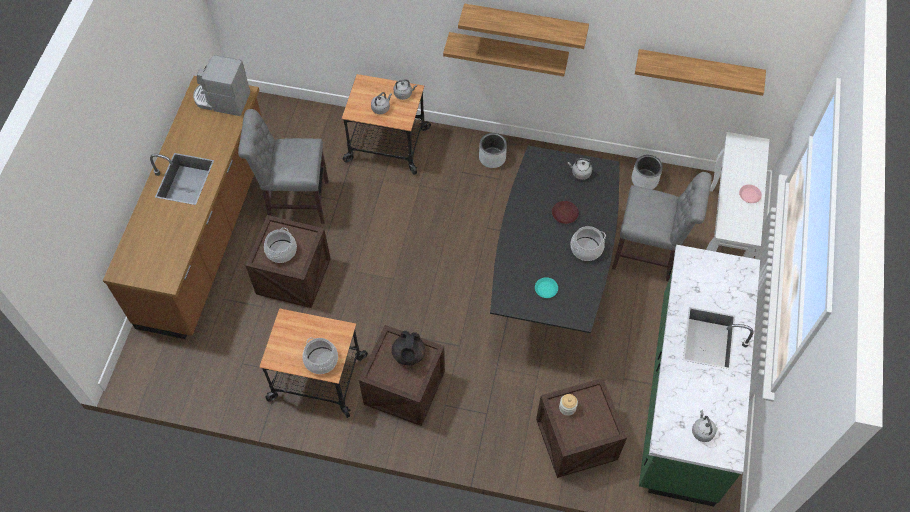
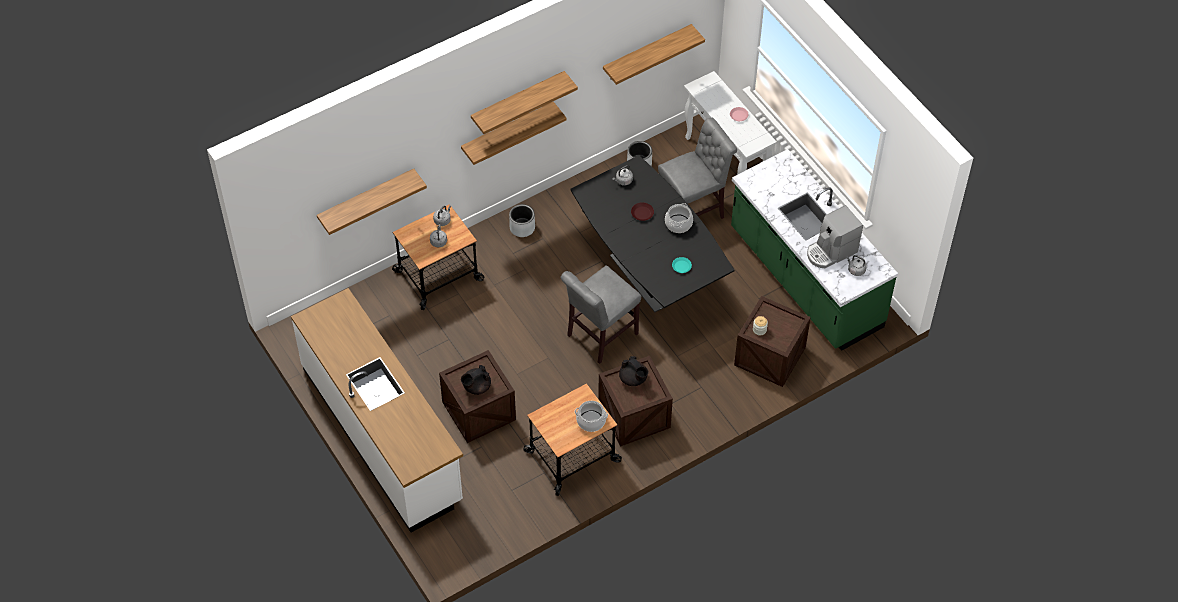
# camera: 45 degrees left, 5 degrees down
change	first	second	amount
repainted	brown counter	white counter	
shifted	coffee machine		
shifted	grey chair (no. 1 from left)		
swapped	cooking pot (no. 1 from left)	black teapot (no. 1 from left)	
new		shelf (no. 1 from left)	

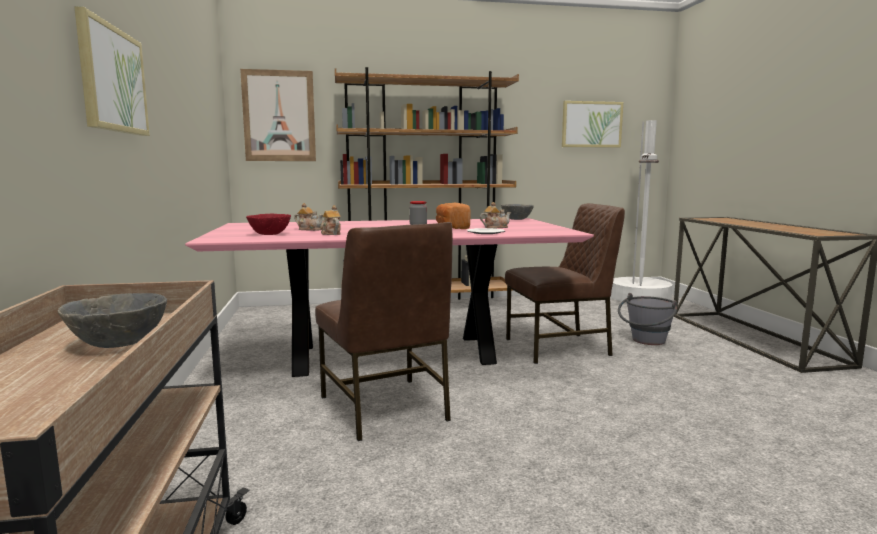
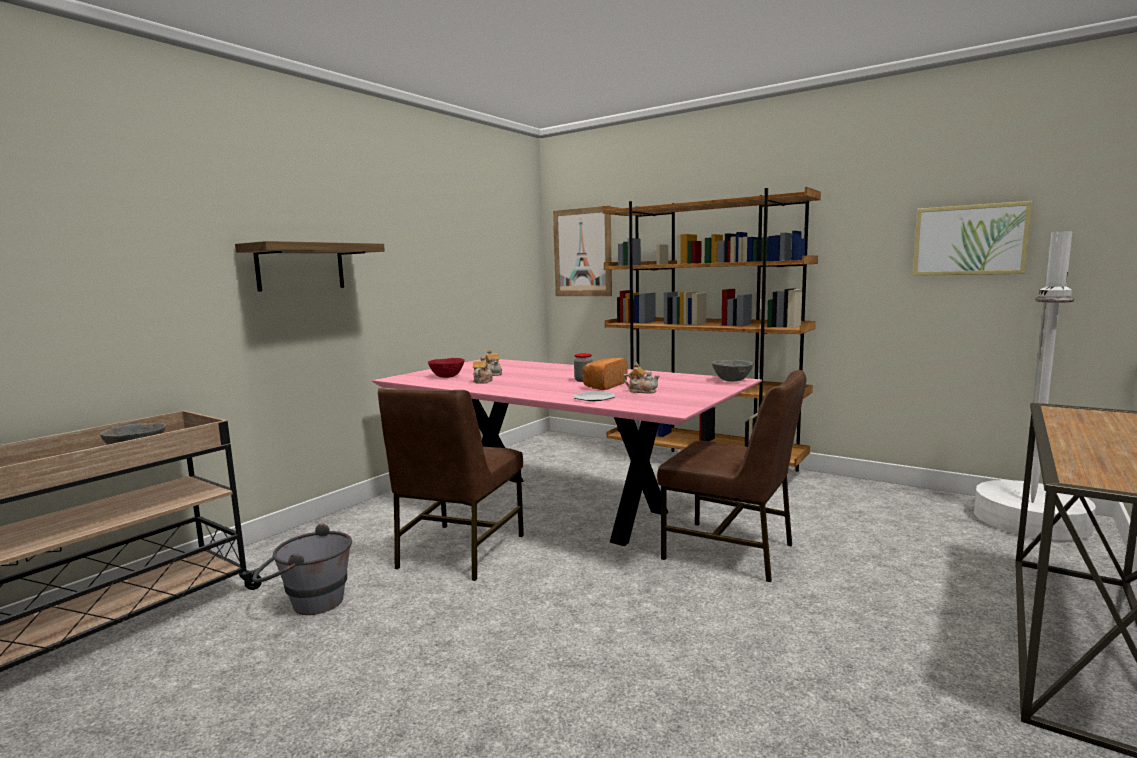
# camera: 45 degrees right, 0 degrees up
change	first	second	amount
swapped	picture (no. 1 from left)	shelf	
shifted	grey bucket		

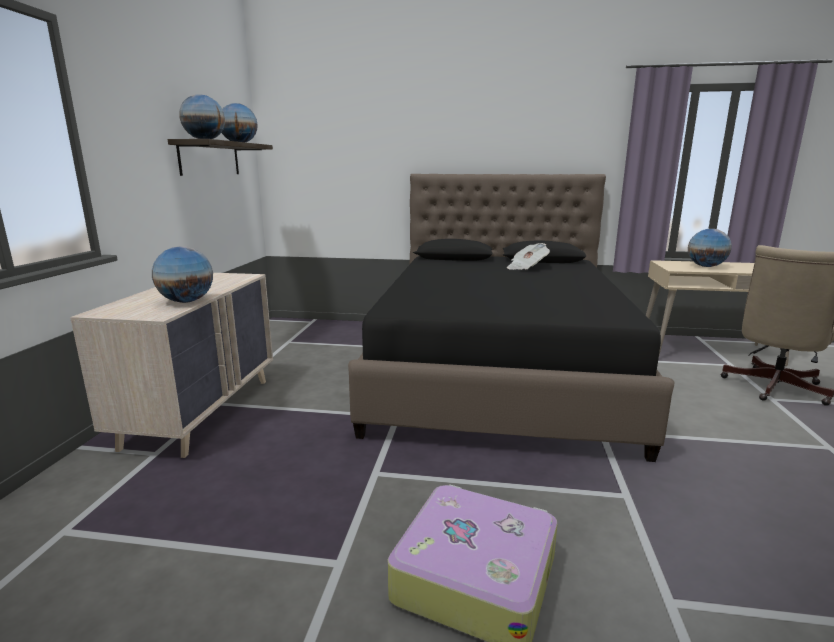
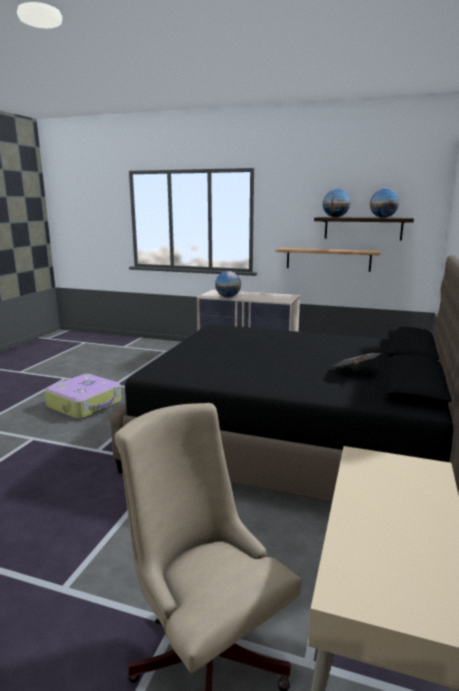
# camera: 100 degrees right, 0 degrees up
change	first	second	amount
gone	globe (no. 4 from left)		
new		shelf (no. 1 from left)	

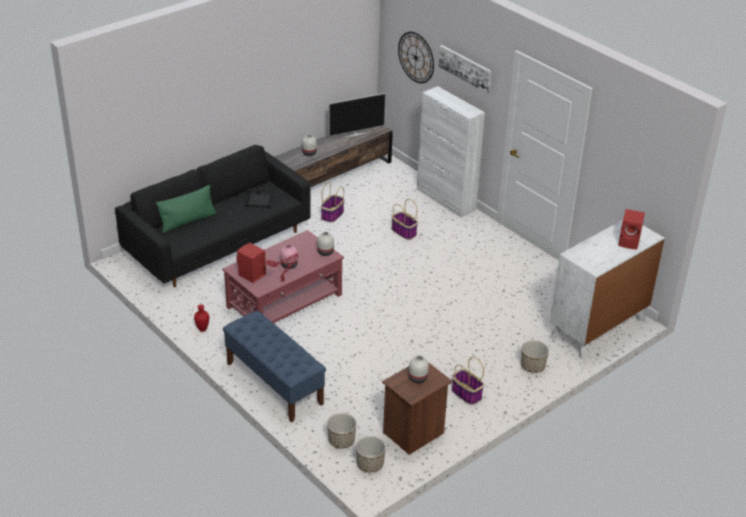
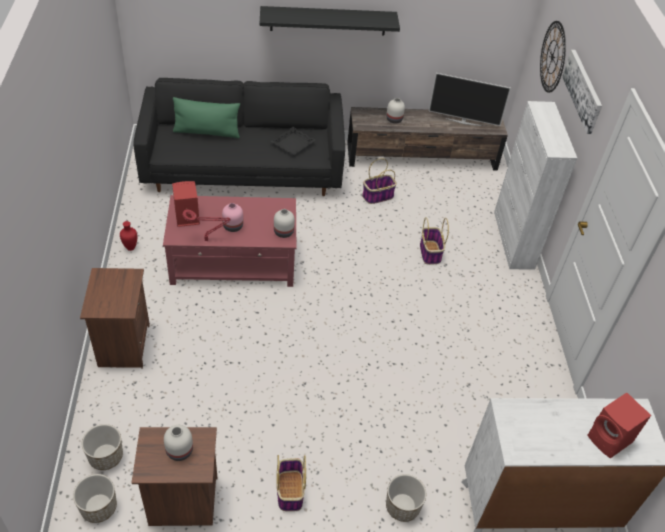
# camera: 35 degrees right, 10 degrees up
change	first	second	amount
swapped	blue bench	brown nightstand (no. 1 from left)	
new		black shelf	

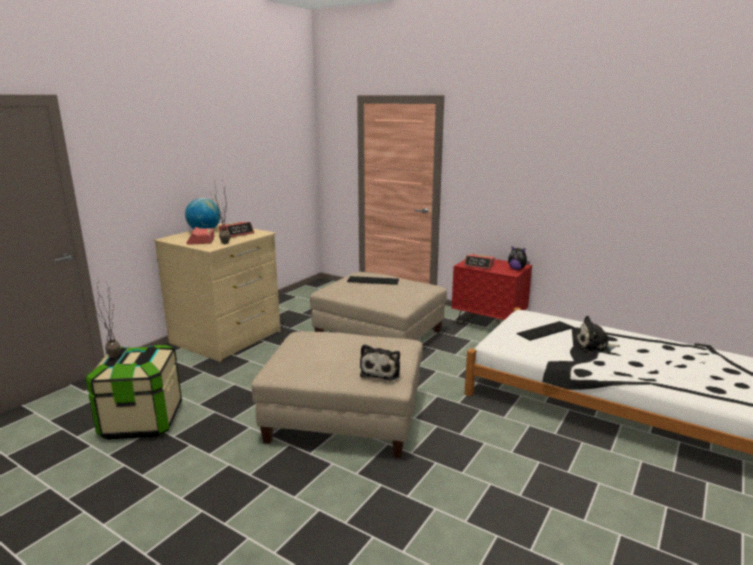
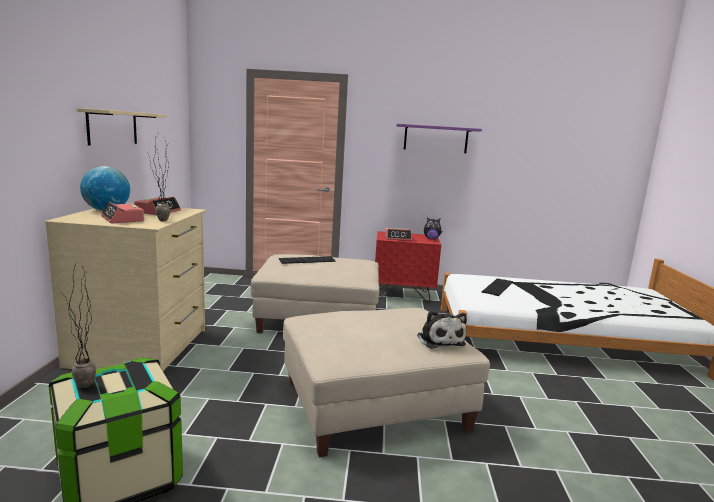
# camera: 30 degrees left, 5 degrees down
change	first	second	amount
gone	plush toy (no. 3 from left)		
new		beige shelf	
new		purple shelf	

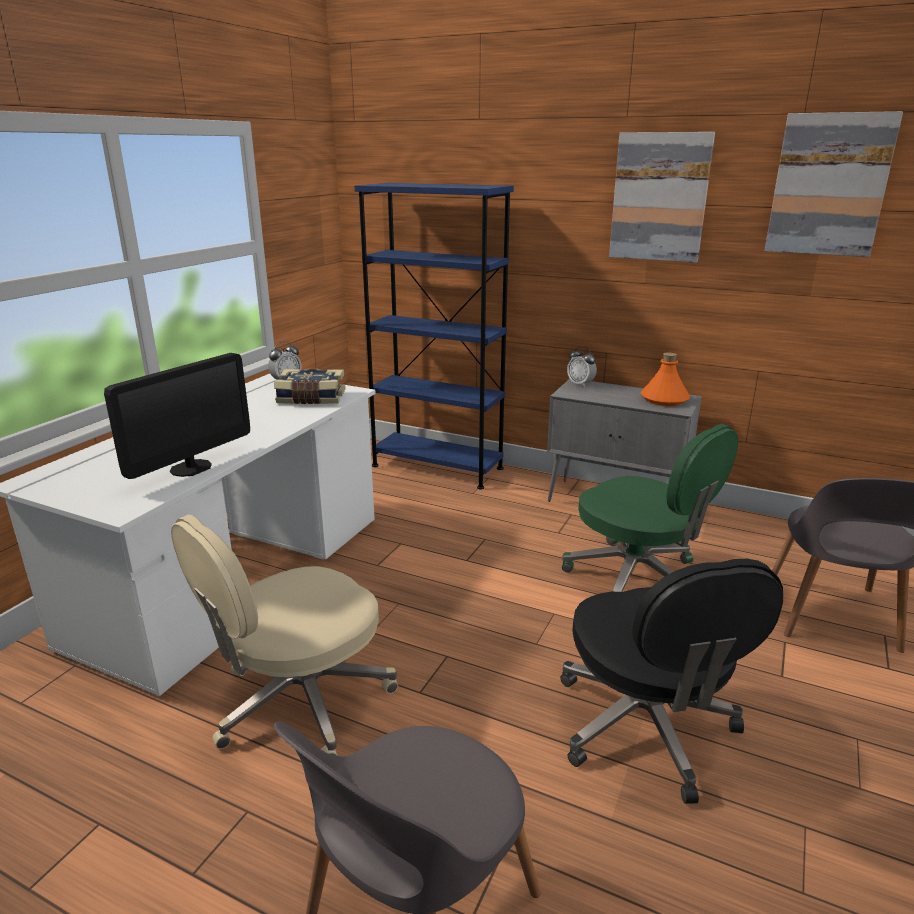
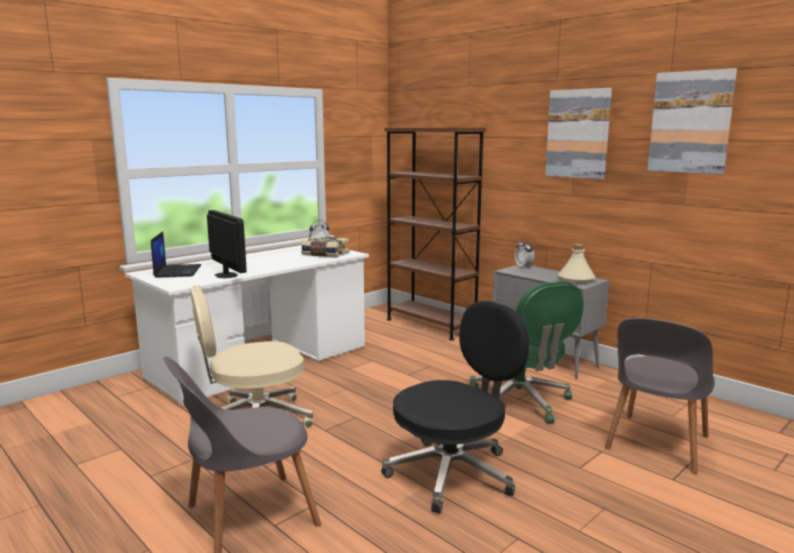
# camera: 20 degrees right, 10 degrees down
change	first	second	amount
rotated	monitor		90 degrees counterclockwise
repainted	blue bookcase	brown bookcase	
rotated	black office chair		135 degrees counterclockwise
repainted	orange bottle	beige bottle	
new		laptop	

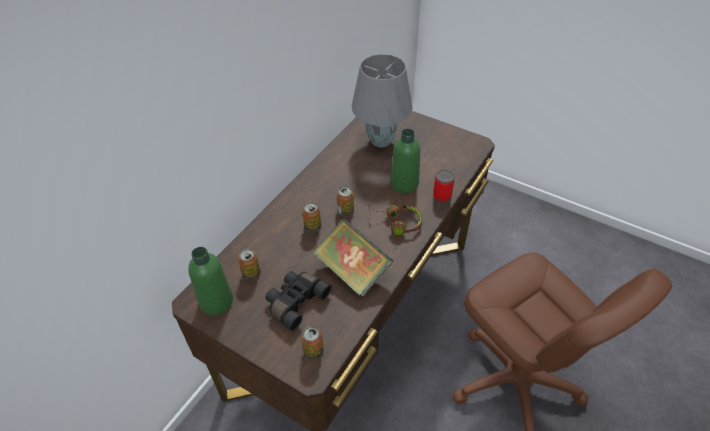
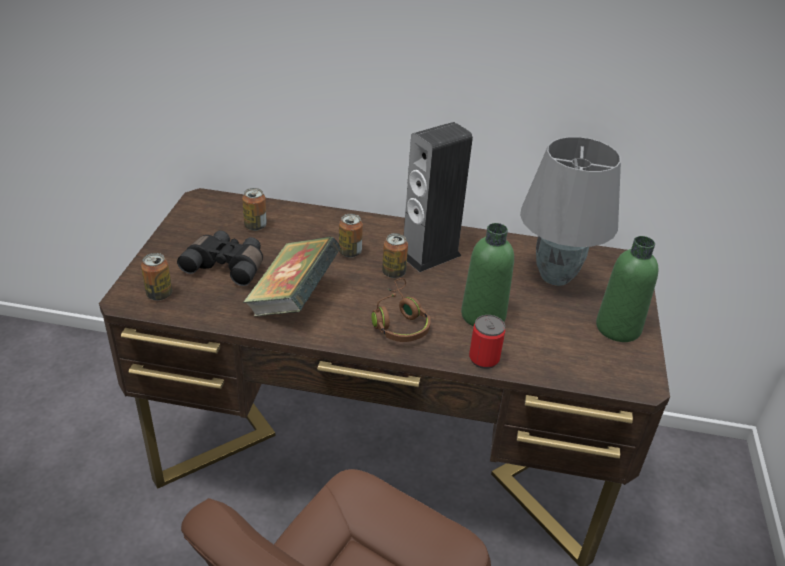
# camera: 65 degrees right, 10 degrees down
change	first	second	amount
shifted	green bottle (no. 1 from left in the first image)	green bottle (no. 2 from left)	
new		speaker	

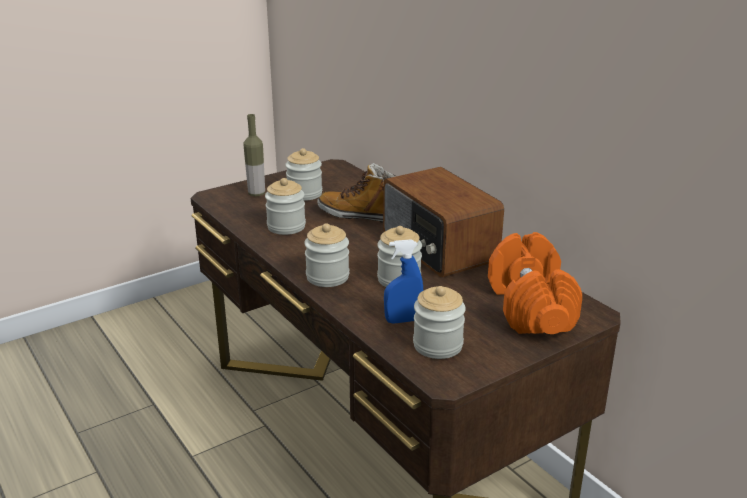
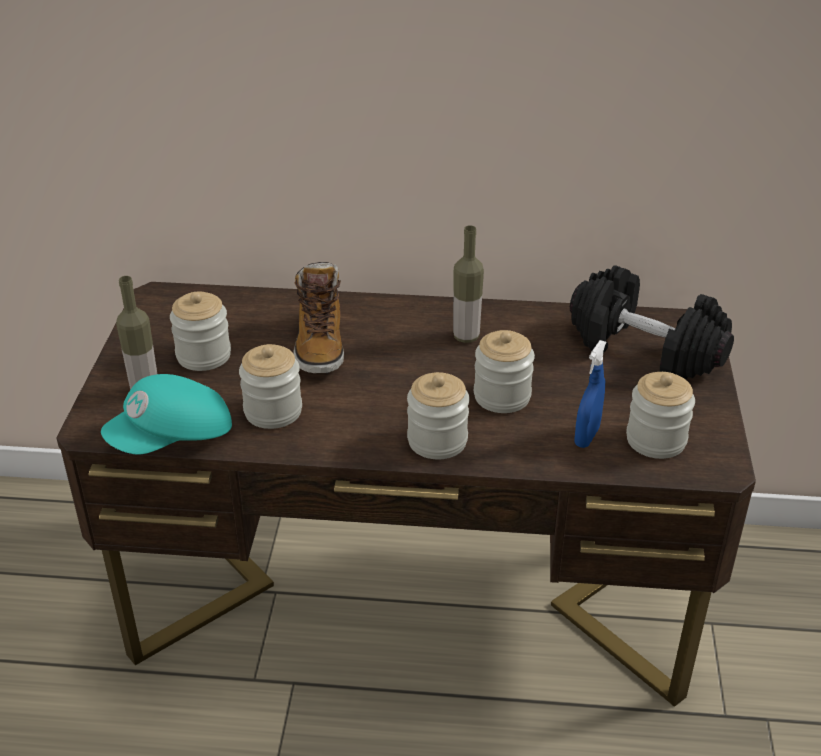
# camera: 50 degrees left, 10 degrees up
change	first	second	amount
rotated	boot		60 degrees counterclockwise
swapped	radio	bottle (no. 2 from left)	
repainted	orange dumbbell	black dumbbell	
new		turquoise cap	

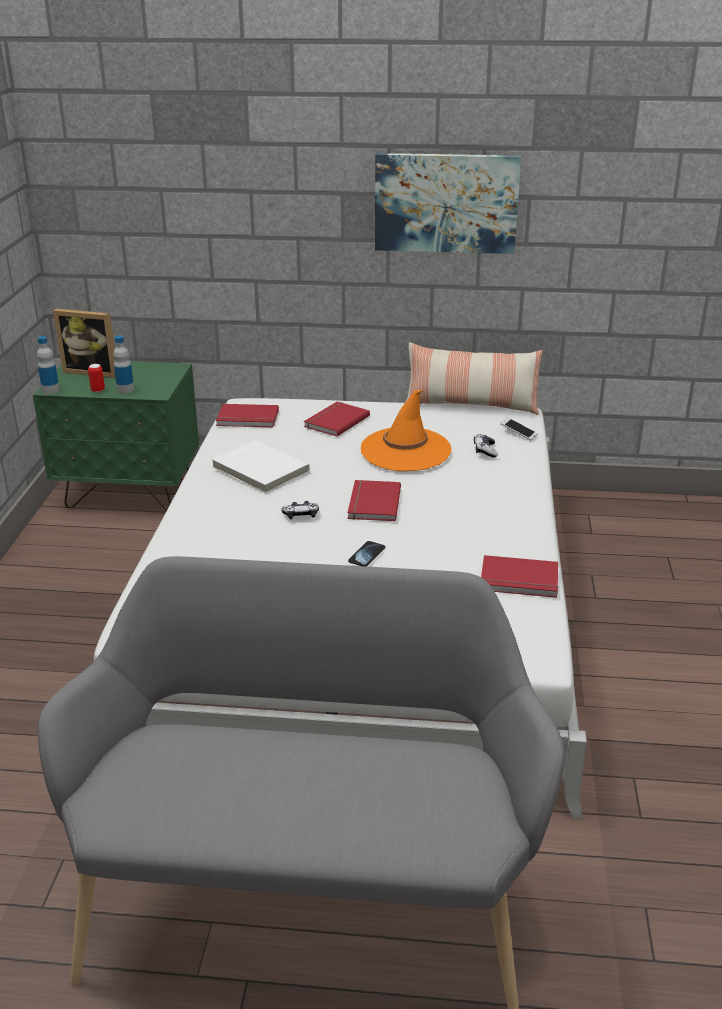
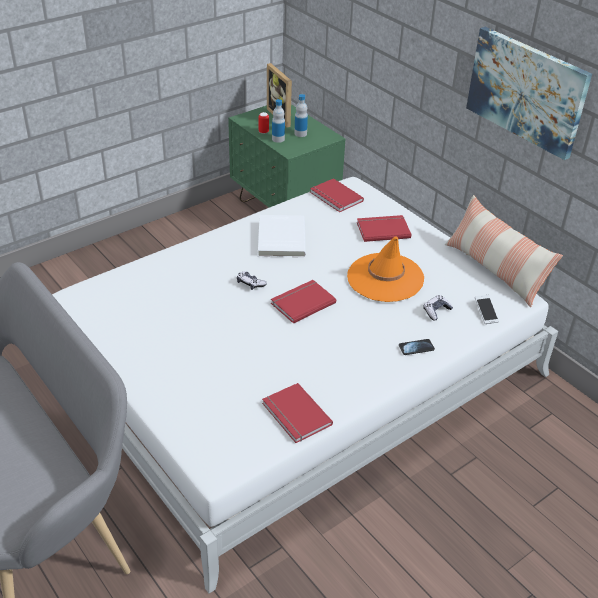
# camera: 45 degrees right, 10 degrees up
change	first	second	amount
shifted	bottle (no. 1 from left in the first image)	bottle (no. 2 from left)	
shifted	phone (no. 1 from left)		

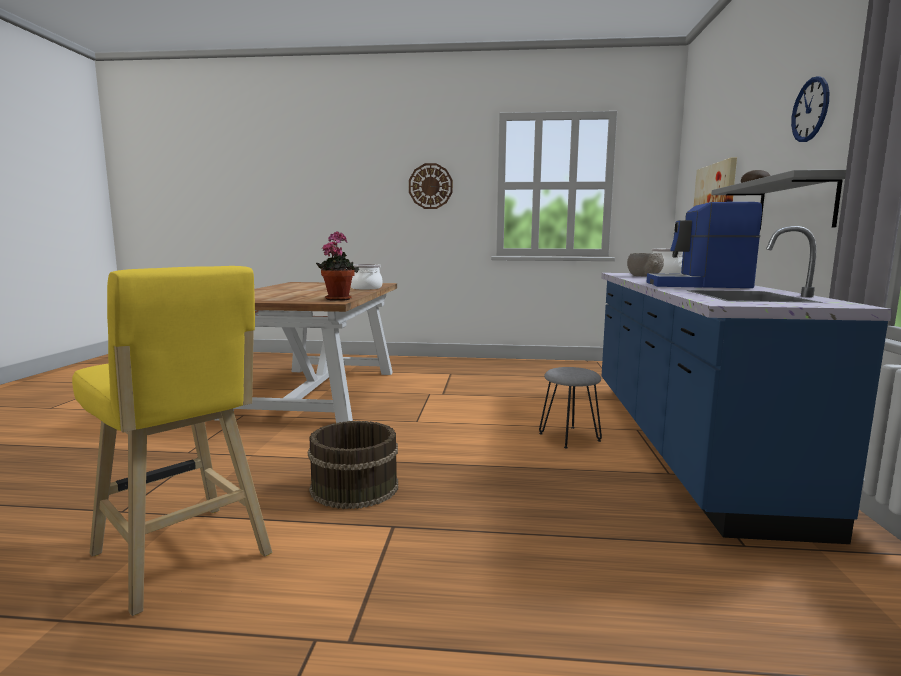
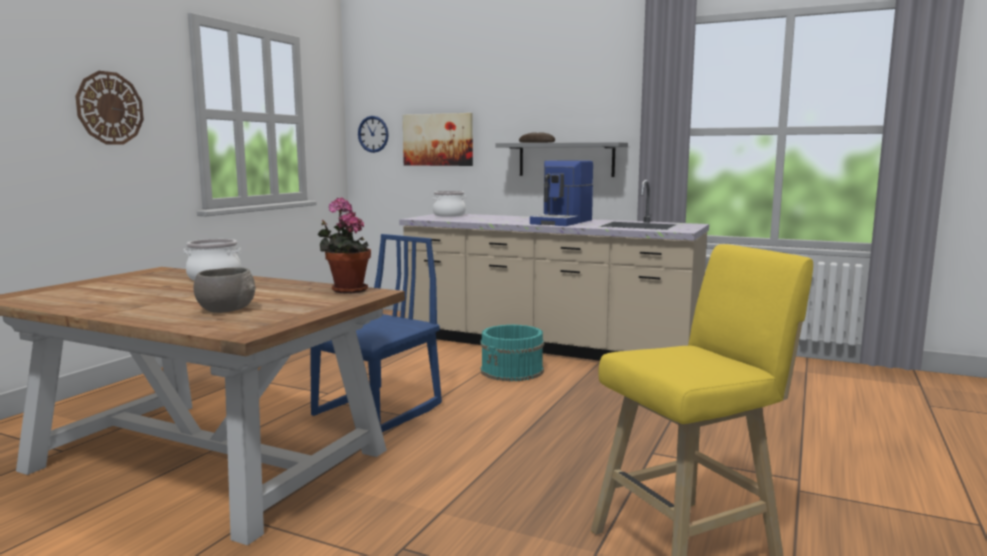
# camera: 70 degrees left, 0 degrees up
change	first	second	amount
gone	brown bucket		
swapped	grey stool	turquoise bucket	
repainted	blue counter	beige counter	
shifted	grey bowl		
shifted	wall clock (no. 2 from left)		
new		blue chair	

